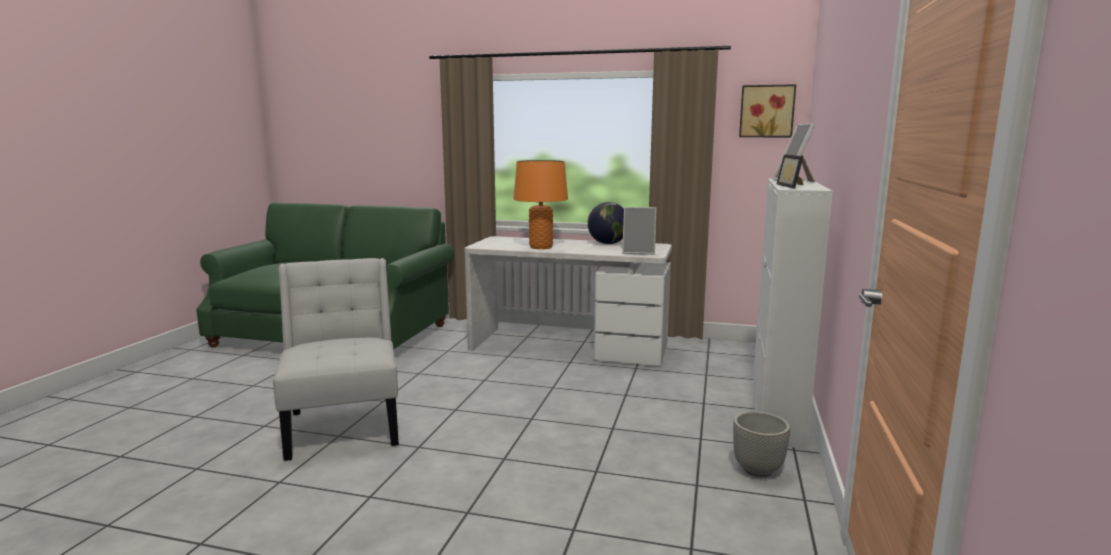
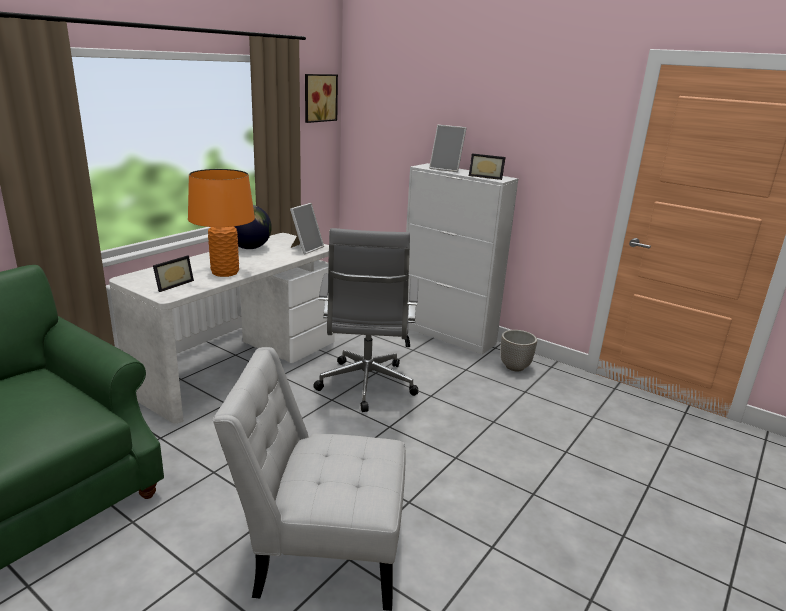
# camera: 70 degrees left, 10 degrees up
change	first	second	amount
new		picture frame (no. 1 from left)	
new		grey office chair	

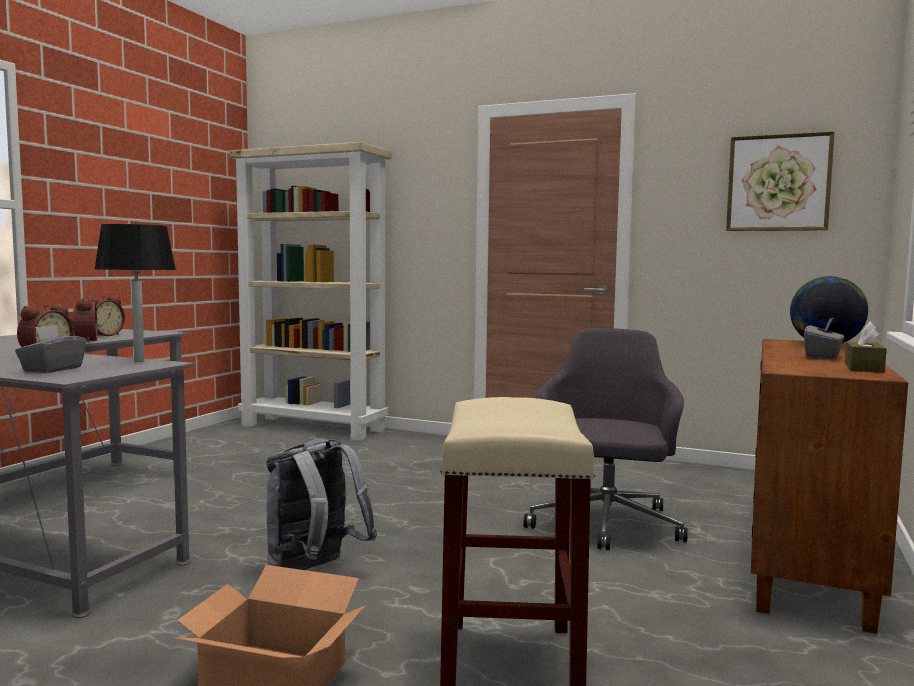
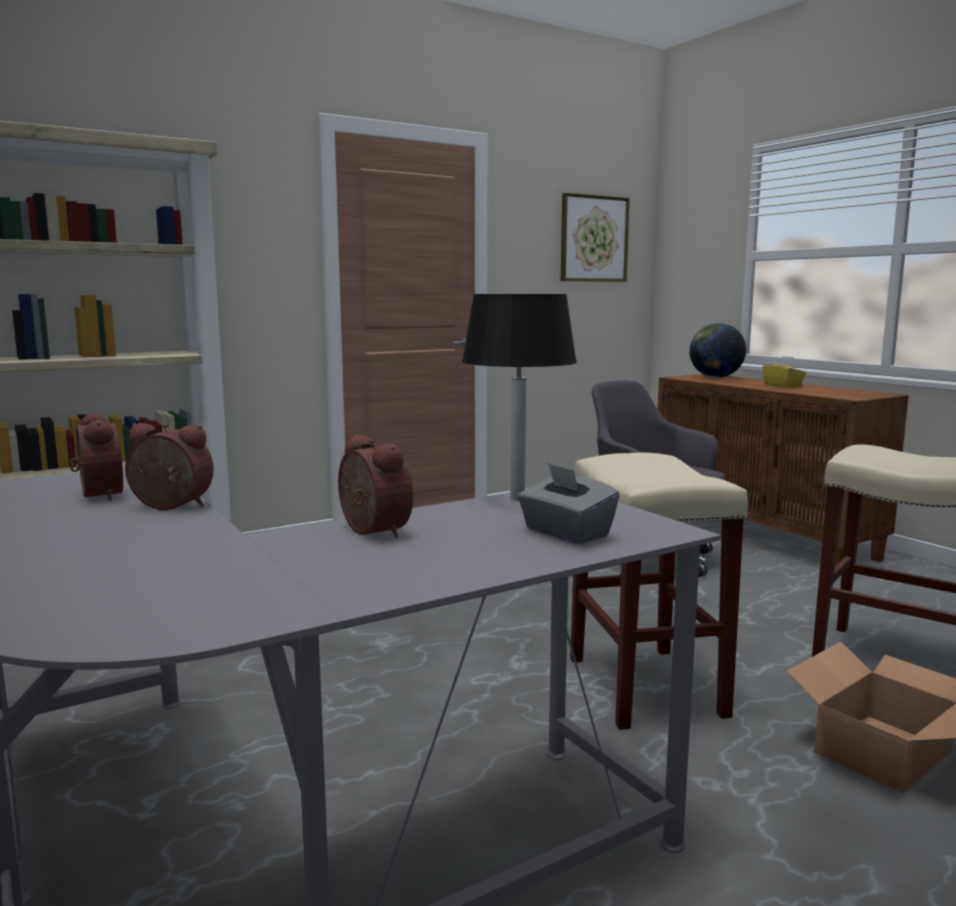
# camera: 55 degrees left, 5 degrees up
change	first	second	amount
swapped	grey backpack	beige stool (no. 1 from left)	
repainted	grey tissue box (no. 2 from left)	yellow tissue box	
gone	brown tissue box		

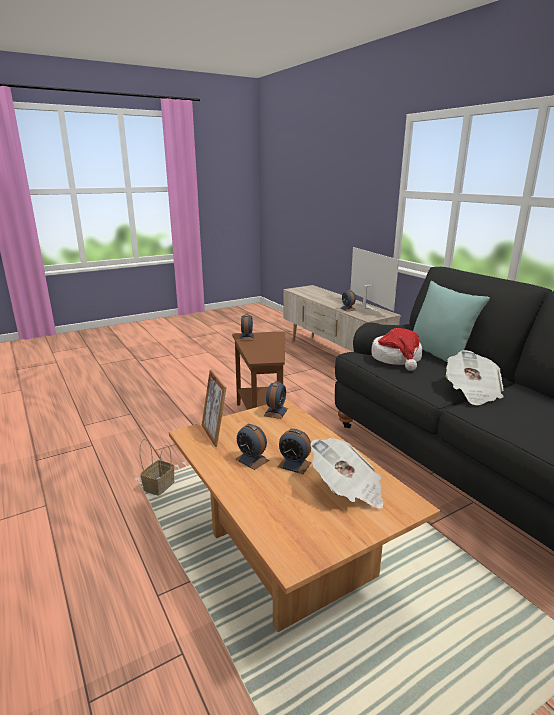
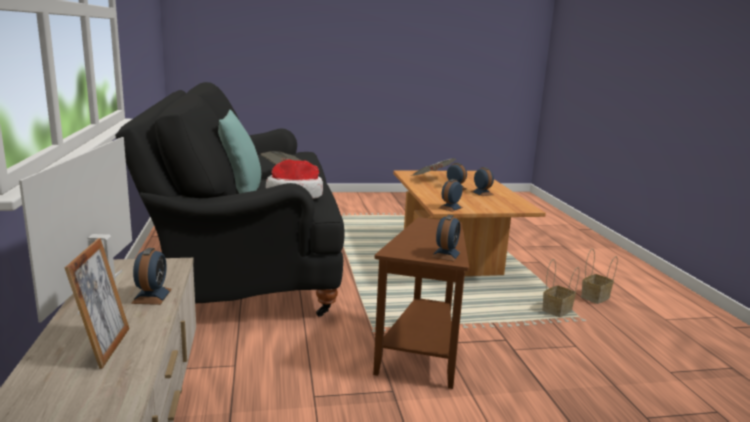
# camera: 160 degrees left, 5 degrees down
change	first	second	amount
shifted	picture frame		
new		basket (no. 2 from left)	

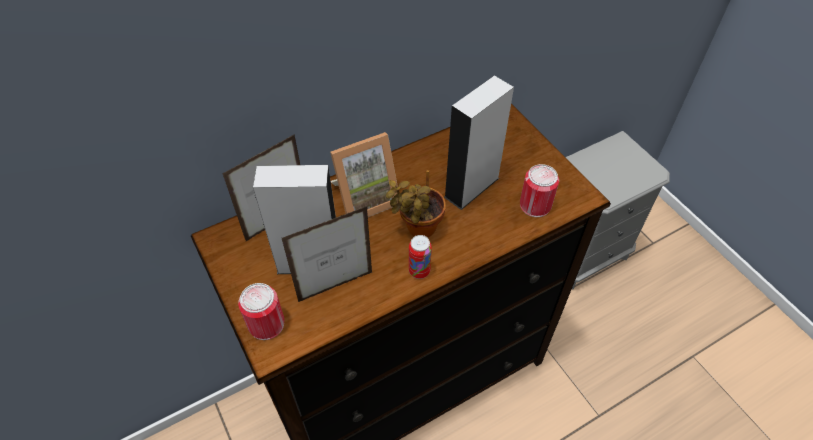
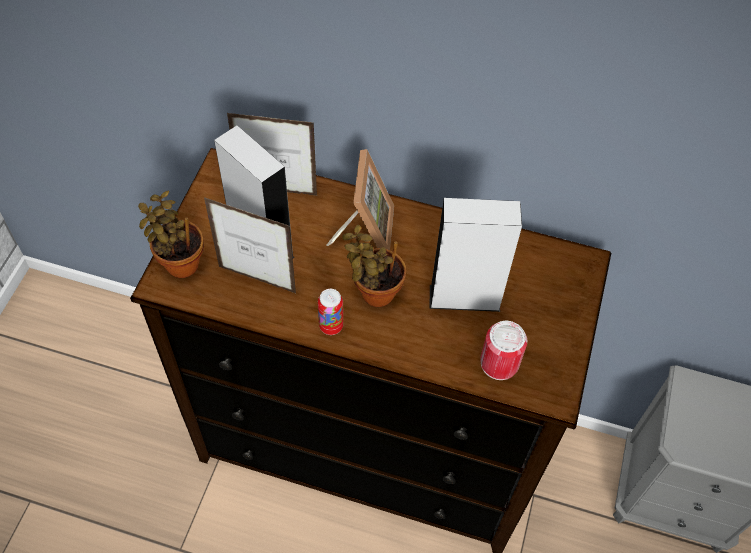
# camera: 45 degrees right, 5 degrees up
change	first	second	amount
swapped	can (no. 1 from left)	potted plant (no. 1 from left)	
rotated	picture frame (no. 3 from left)		105 degrees counterclockwise

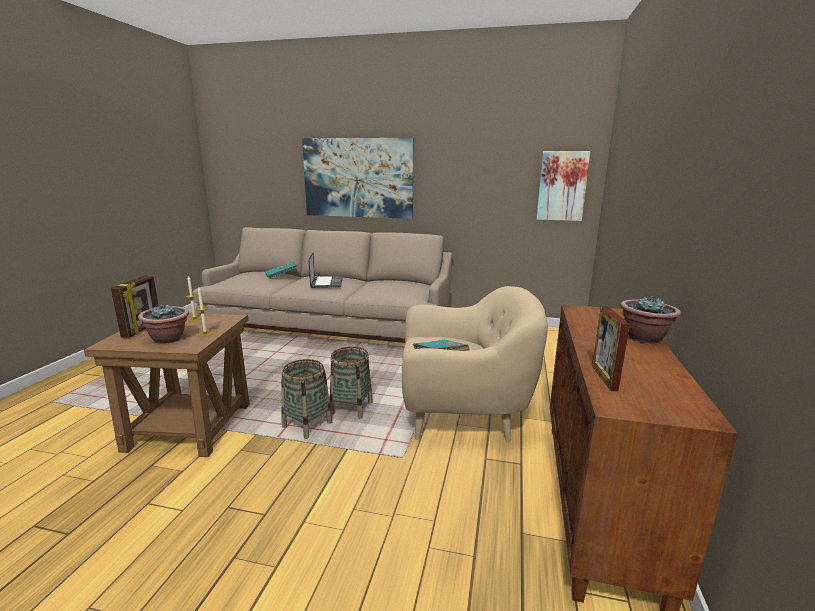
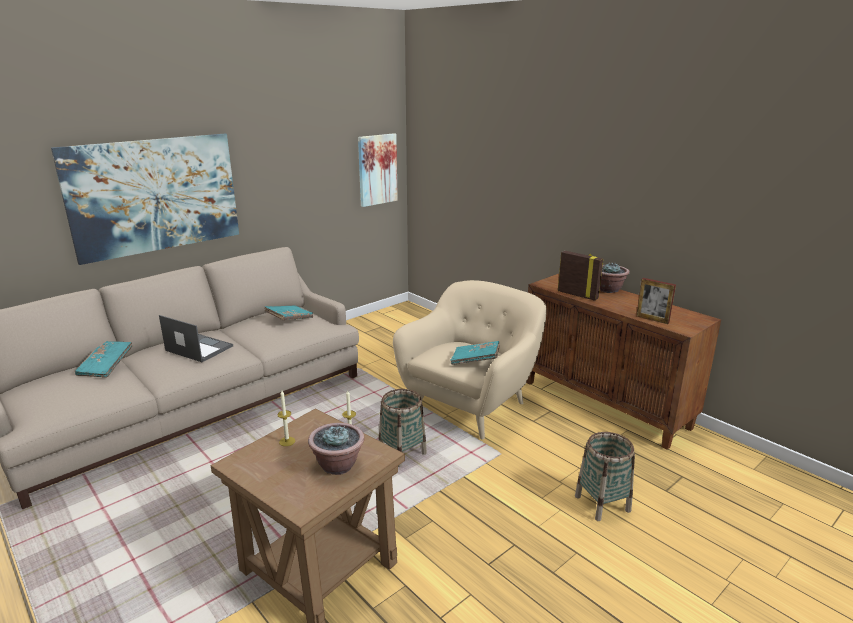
# camera: 55 degrees left, 5 degrees up
change	first	second	amount
shifted	picture frame (no. 1 from left)		
shifted	basket (no. 1 from left in the first image)	basket (no. 2 from left)	
new		turquoise book (no. 2 from left)	

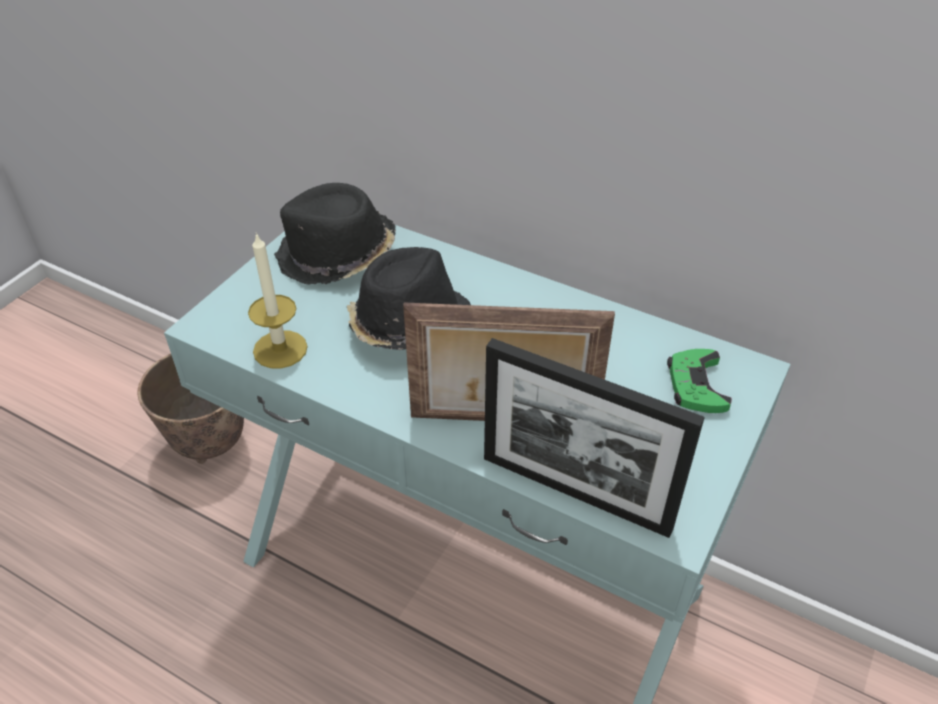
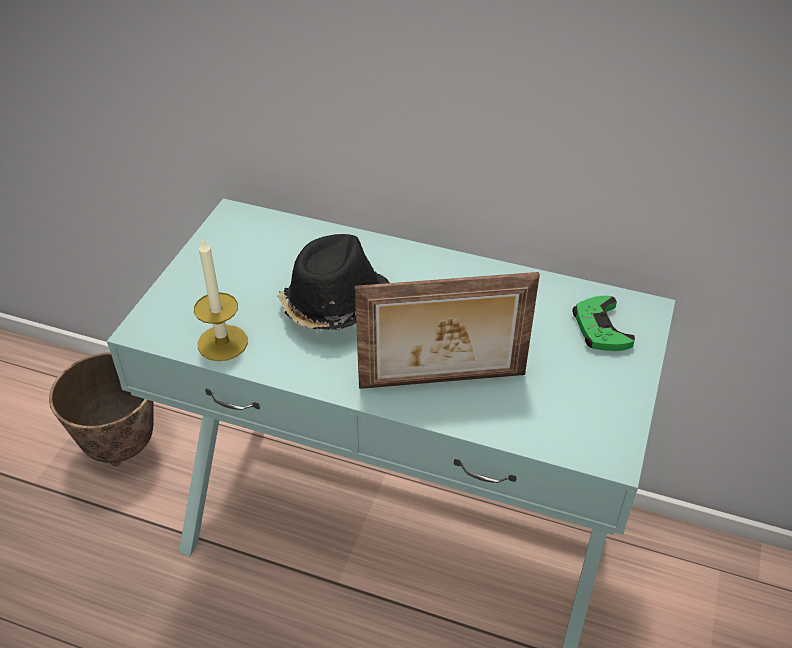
# camera: 10 degrees left, 0 degrees up
change	first	second	amount
gone	black hat (no. 1 from left)		
gone	picture frame (no. 2 from left)		

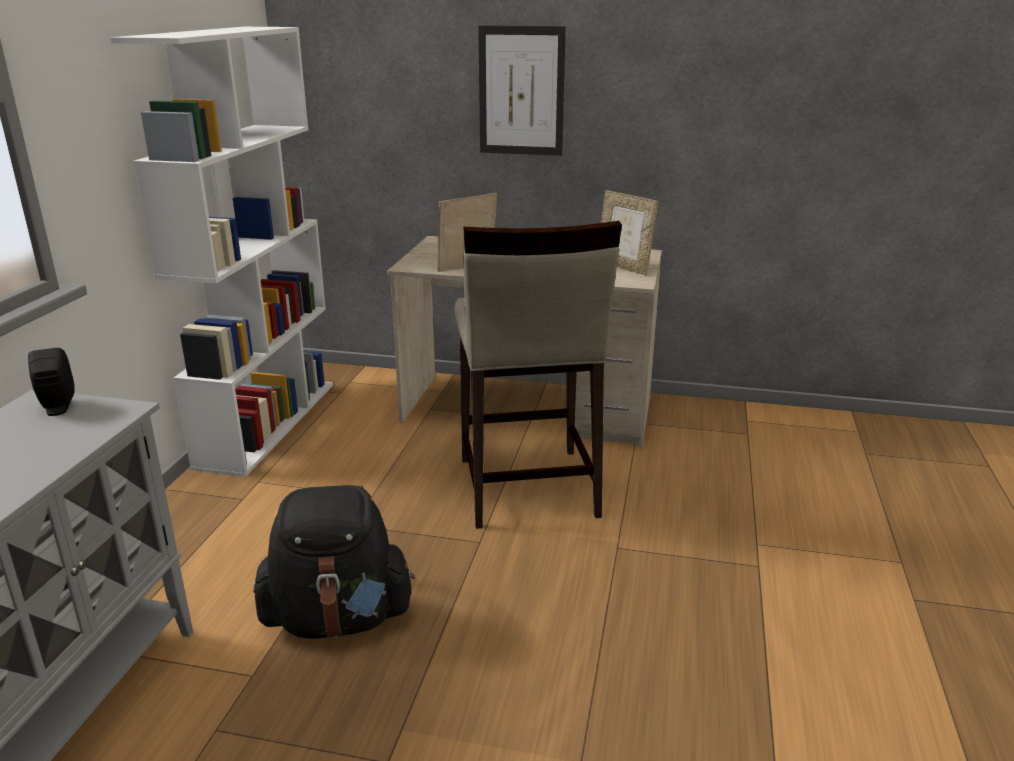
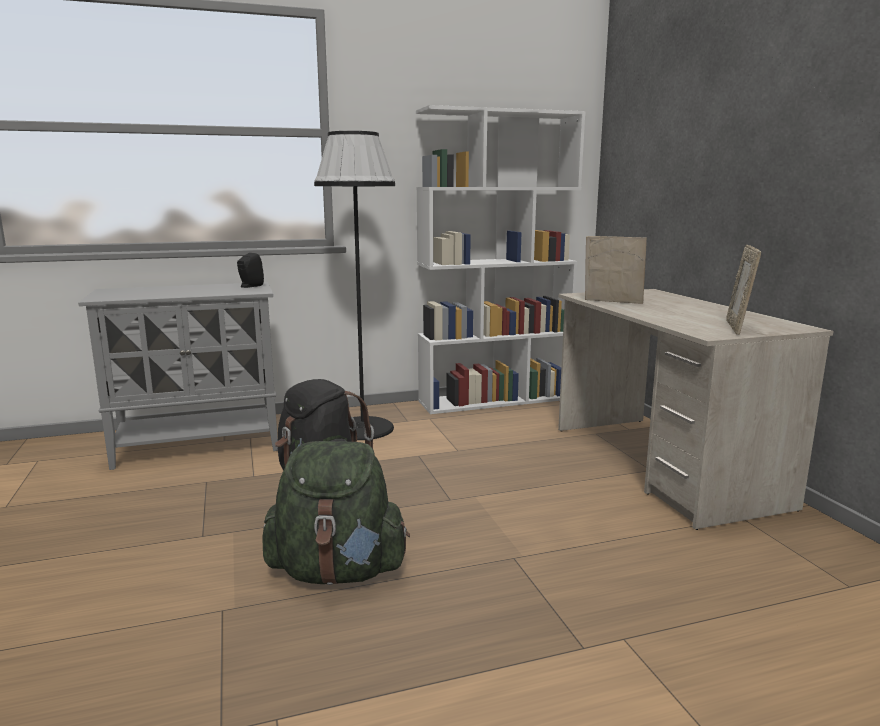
# camera: 60 degrees right, 10 degrees down
change	first	second	amount
gone	beige stool		
gone	picture		
new		green backpack	
new		black floor lamp	

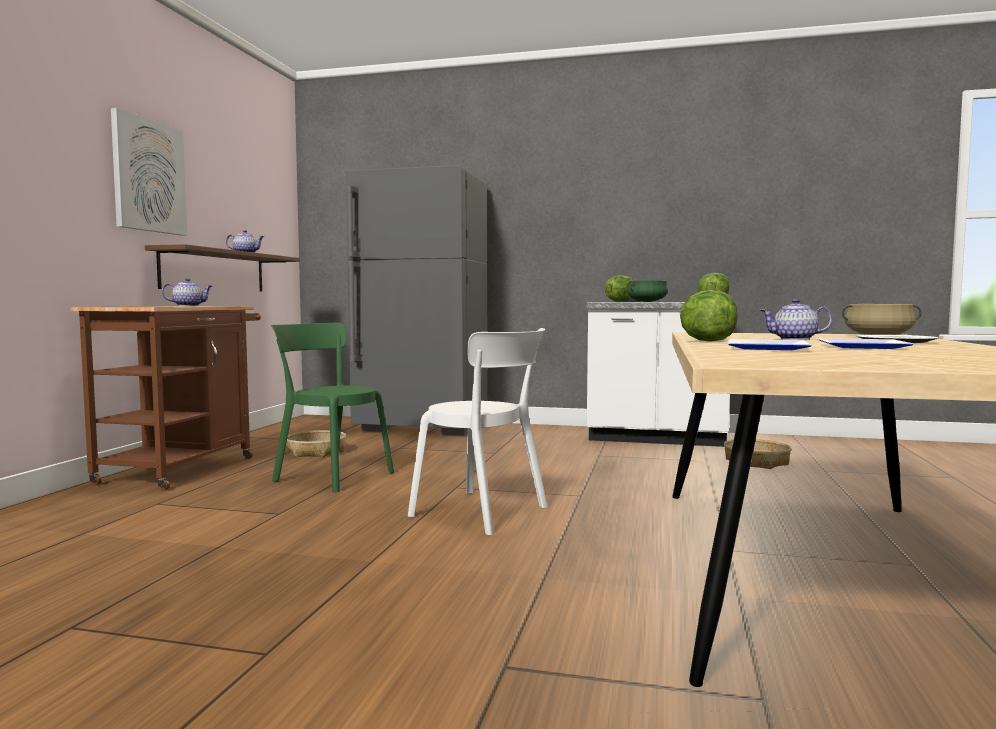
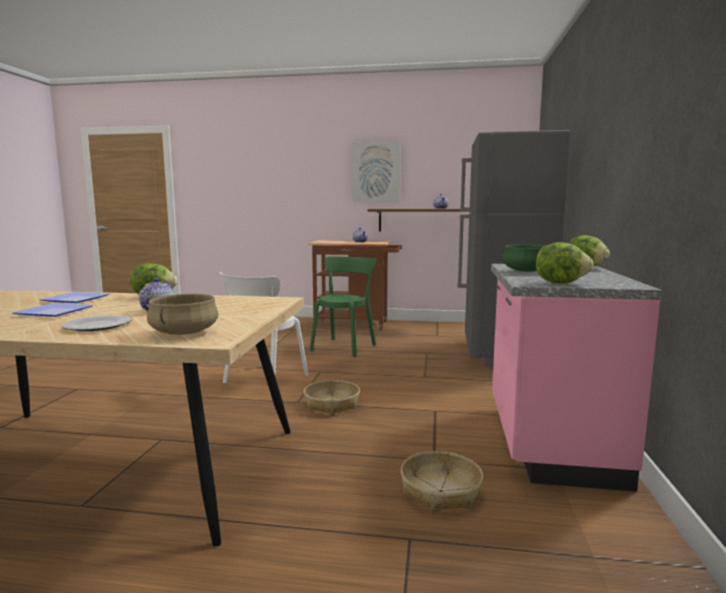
# camera: 85 degrees right, 5 degrees up
change	first	second	amount
shifted	basket (no. 1 from left)		
repainted	white counter	pink counter	

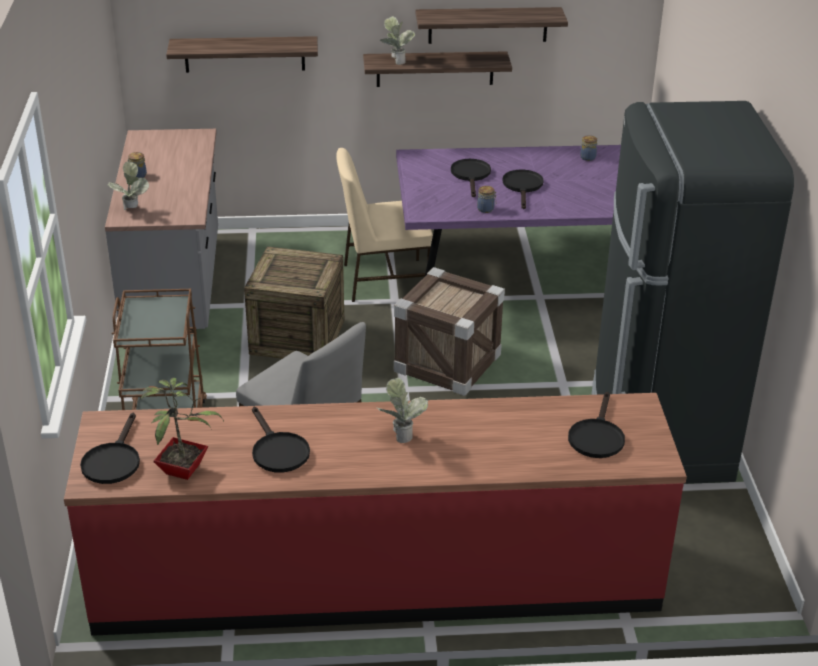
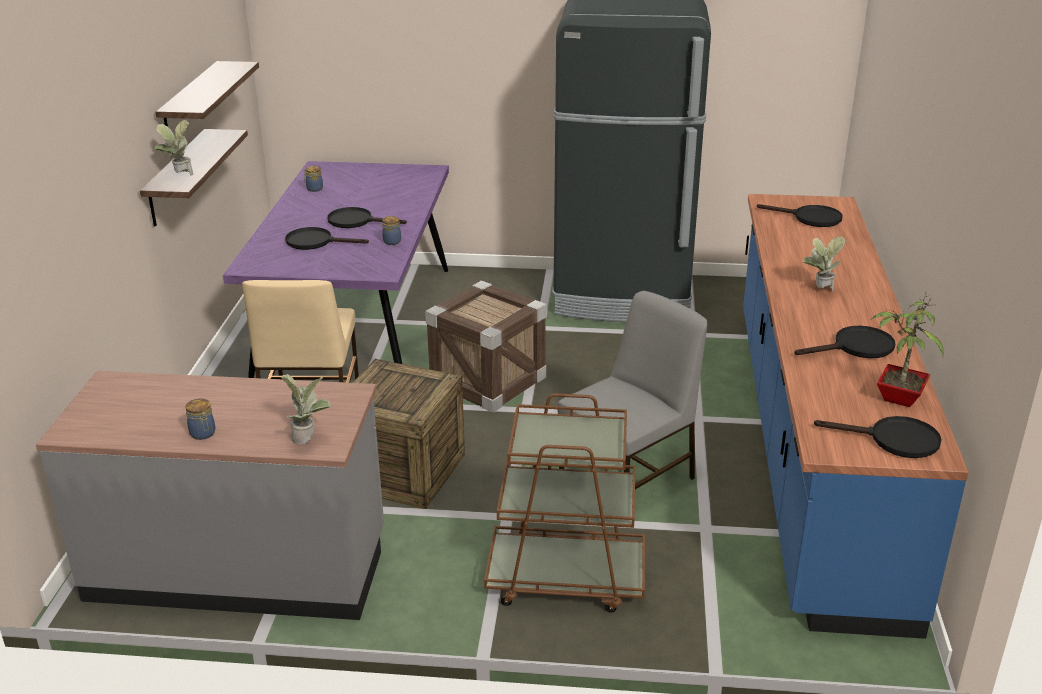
# camera: 80 degrees left, 5 degrees down
change	first	second	amount
repainted	red counter	blue counter	
gone	shelf (no. 1 from left)		

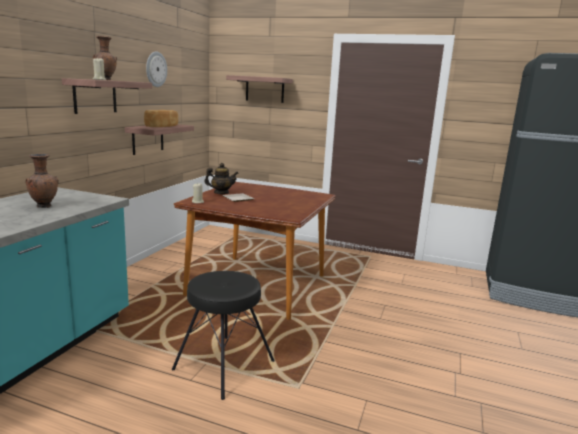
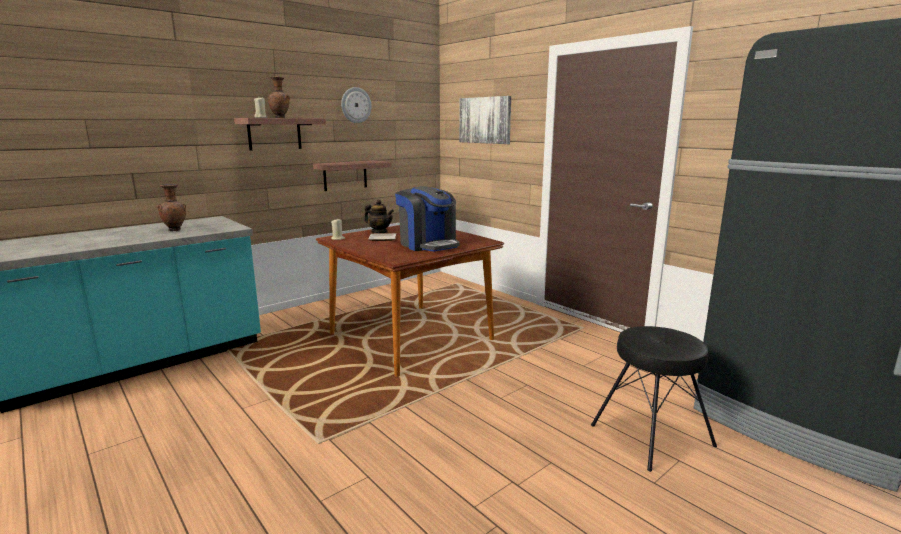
# camera: 30 degrees right, 0 degrees up
change	first	second	amount
gone	bread		
shifted	black stool		
swapped	shelf (no. 3 from left)	picture	
new		coffee machine	

